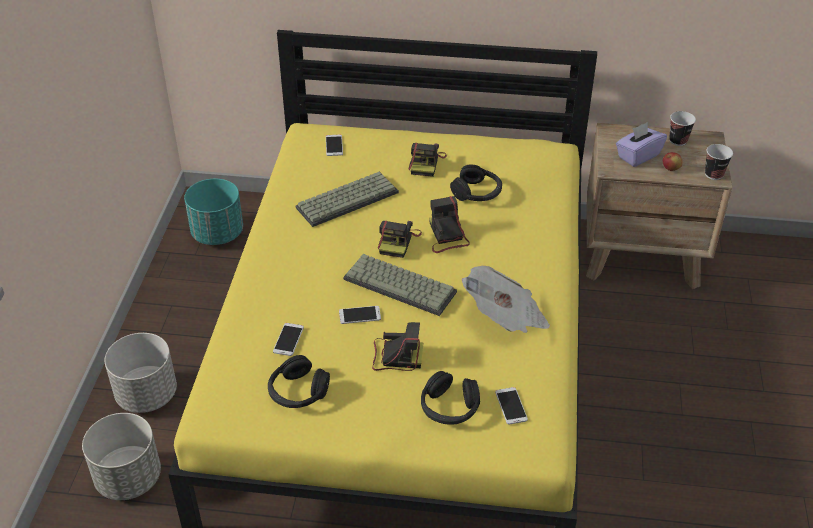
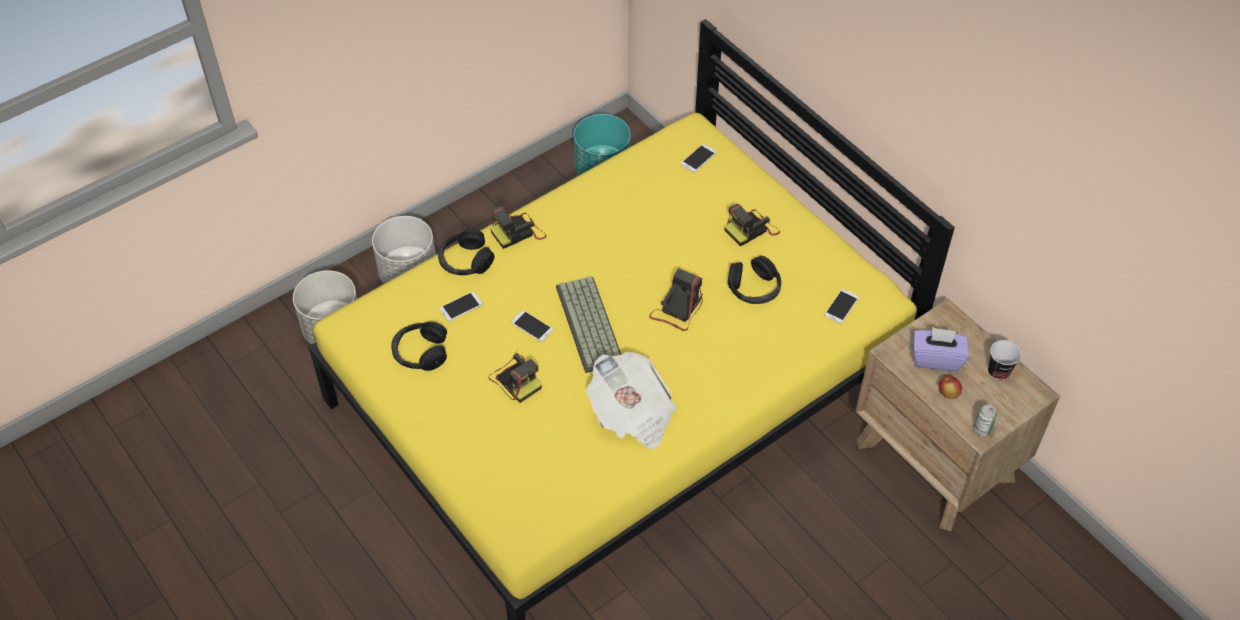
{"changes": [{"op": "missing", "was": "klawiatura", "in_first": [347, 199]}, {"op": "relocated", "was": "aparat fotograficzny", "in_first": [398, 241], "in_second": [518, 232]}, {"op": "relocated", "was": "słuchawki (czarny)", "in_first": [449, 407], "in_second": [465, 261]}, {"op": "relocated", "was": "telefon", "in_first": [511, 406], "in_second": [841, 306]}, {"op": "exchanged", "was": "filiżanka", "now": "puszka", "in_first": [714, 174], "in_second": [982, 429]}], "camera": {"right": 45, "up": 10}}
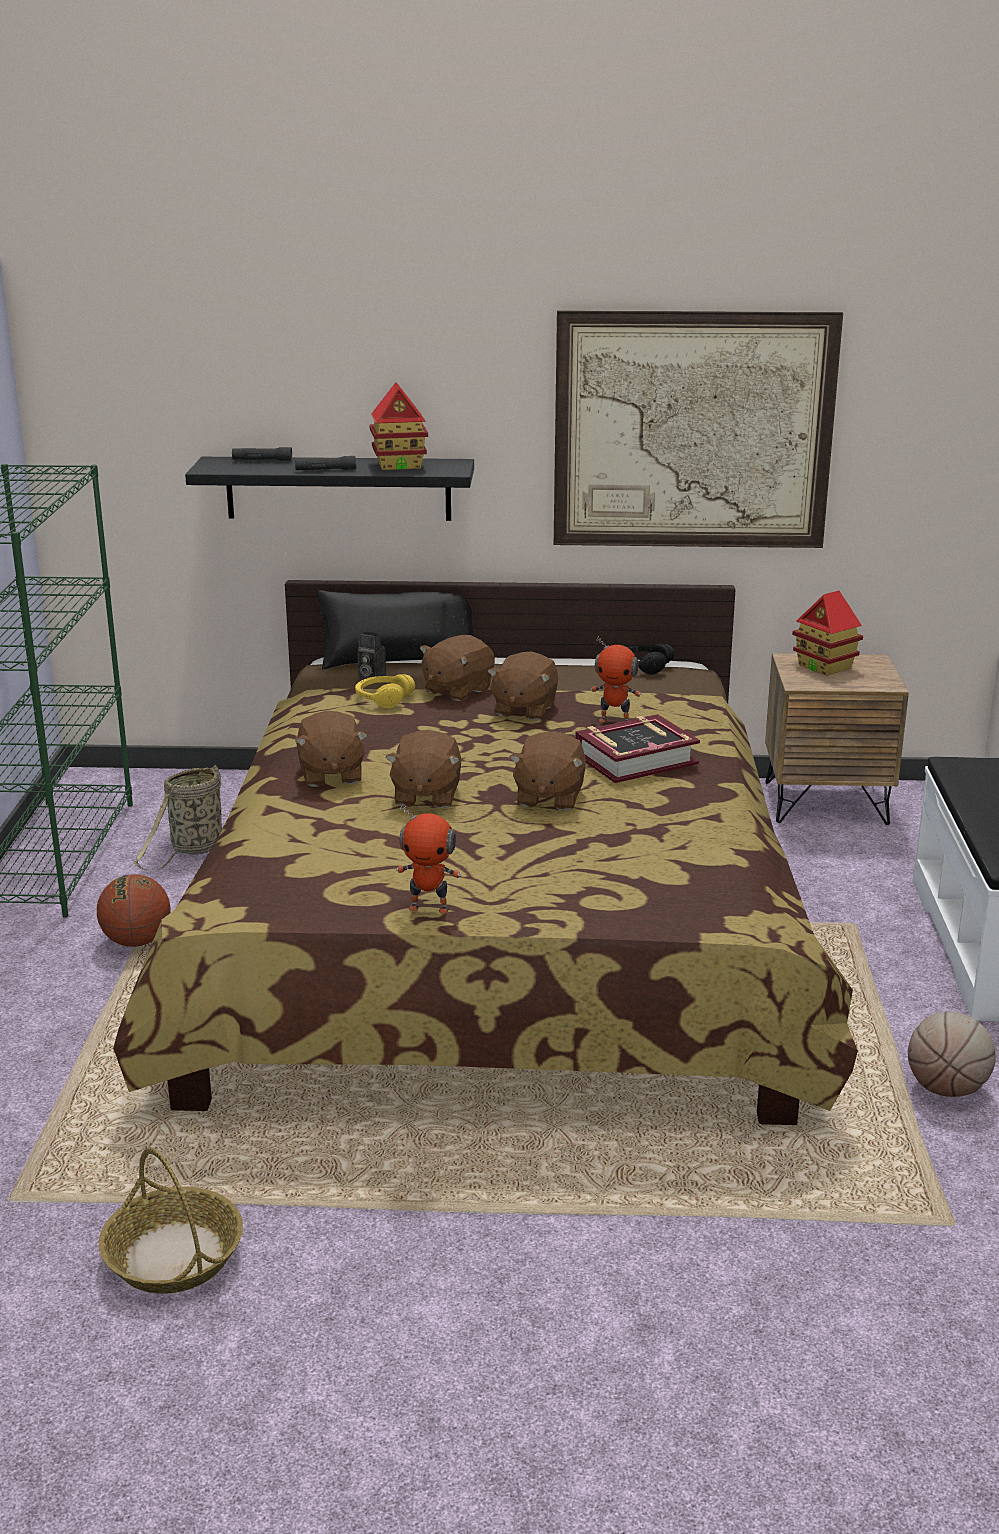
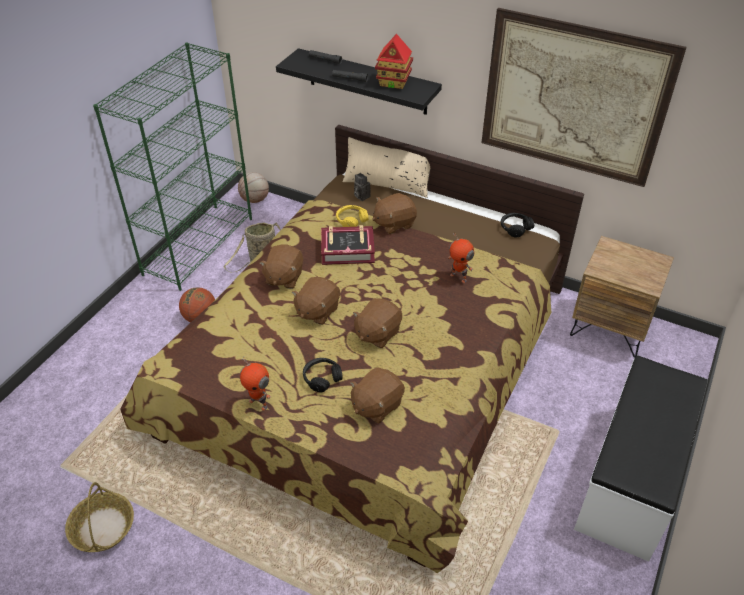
{"changes": [{"op": "missing", "was": "domek", "in_first": [825, 667]}, {"op": "appeared", "now": "słuchawki (czarny)", "in_second": [322, 378]}, {"op": "relocated", "was": "pluszak (brązowy)", "in_first": [524, 710], "in_second": [376, 405]}, {"op": "relocated", "was": "książka", "in_first": [635, 759], "in_second": [347, 250]}, {"op": "relocated", "was": "piłka do koszykówki", "in_first": [946, 1089], "in_second": [255, 200]}, {"op": "colour", "was": "poduszka (czarny)", "now": "poduszka (beżowy)", "in_first": [398, 659], "in_second": [387, 183]}], "camera": {"right": 25, "up": 20}}
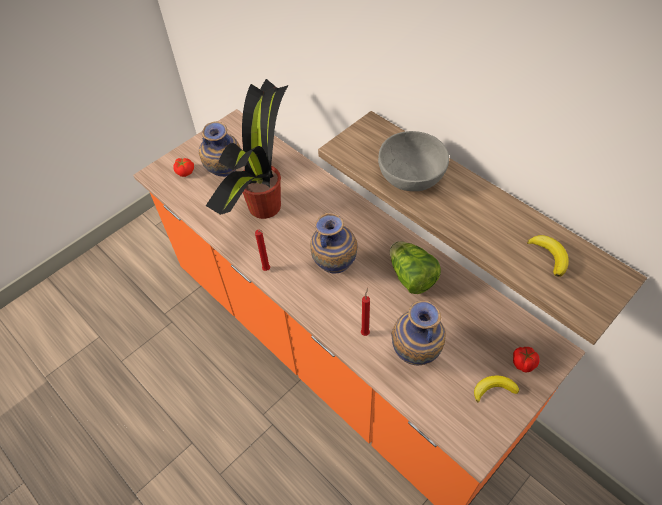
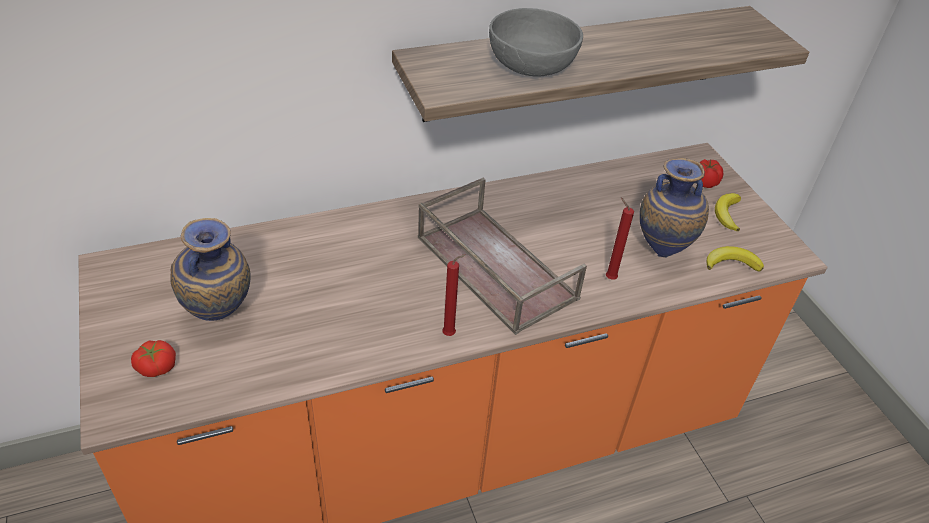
{"changes": [{"op": "missing", "was": "roślina doniczkowa", "in_first": [263, 207]}, {"op": "missing", "was": "sałata", "in_first": [411, 277]}, {"op": "relocated", "was": "banan", "in_first": [549, 256], "in_second": [731, 263]}, {"op": "exchanged", "was": "wazon", "now": "taca (brązowy)", "in_first": [334, 268], "in_second": [493, 267]}], "camera": {"right": -70, "up": -10}}
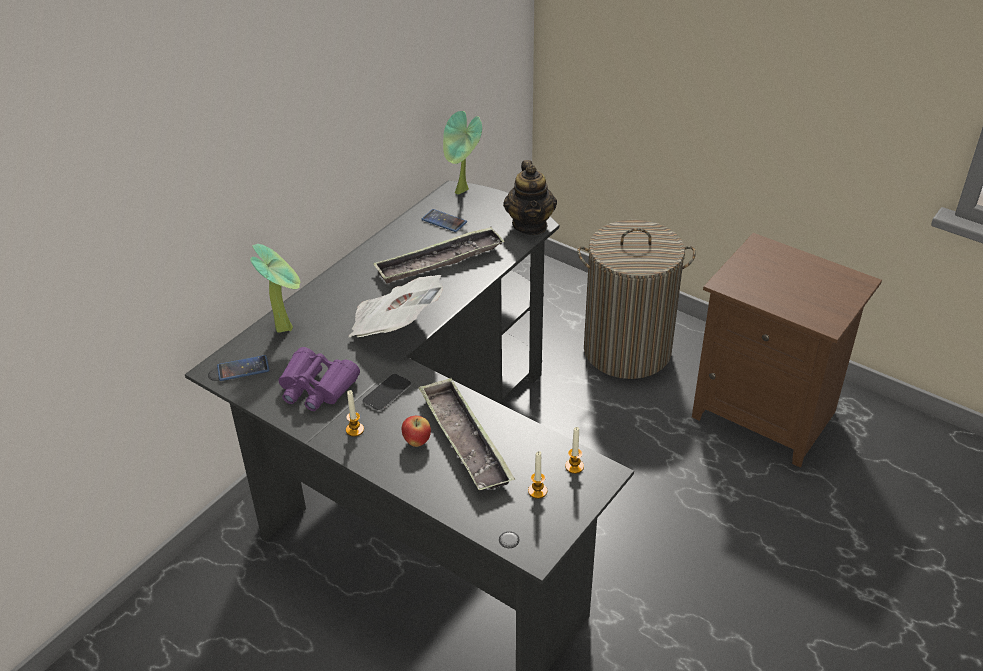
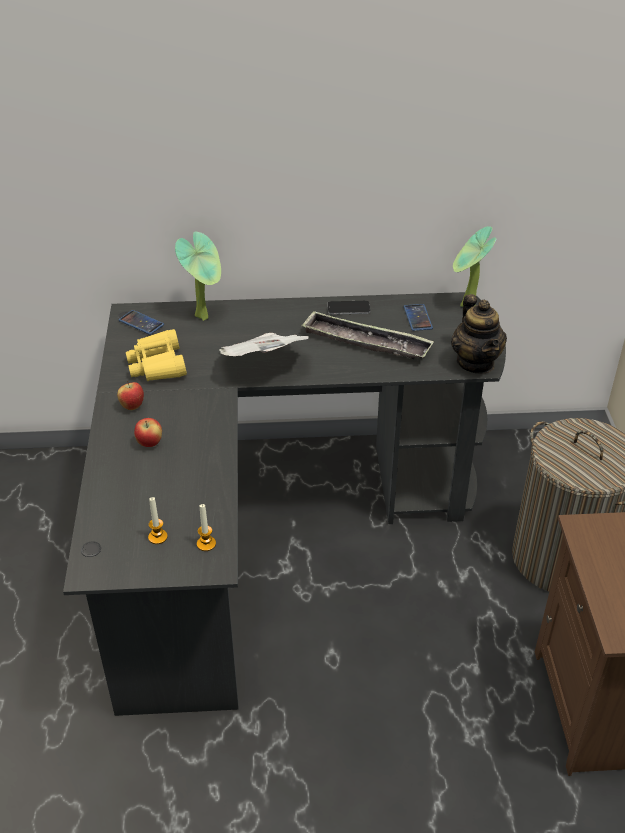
{"changes": [{"op": "missing", "was": "taca", "in_first": [464, 440]}, {"op": "relocated", "was": "telefon", "in_first": [387, 393], "in_second": [348, 308]}, {"op": "exchanged", "was": "świeca", "now": "jabłko", "in_first": [355, 430], "in_second": [132, 406]}, {"op": "colour", "was": "lornetka (fioletowy)", "now": "lornetka (żółty)", "in_first": [316, 387], "in_second": [157, 365]}, {"op": "spun", "was": "imbryk", "in_first": [530, 225], "in_second": [476, 362], "clockwise": -60}], "camera": {"right": 50, "up": 0}}
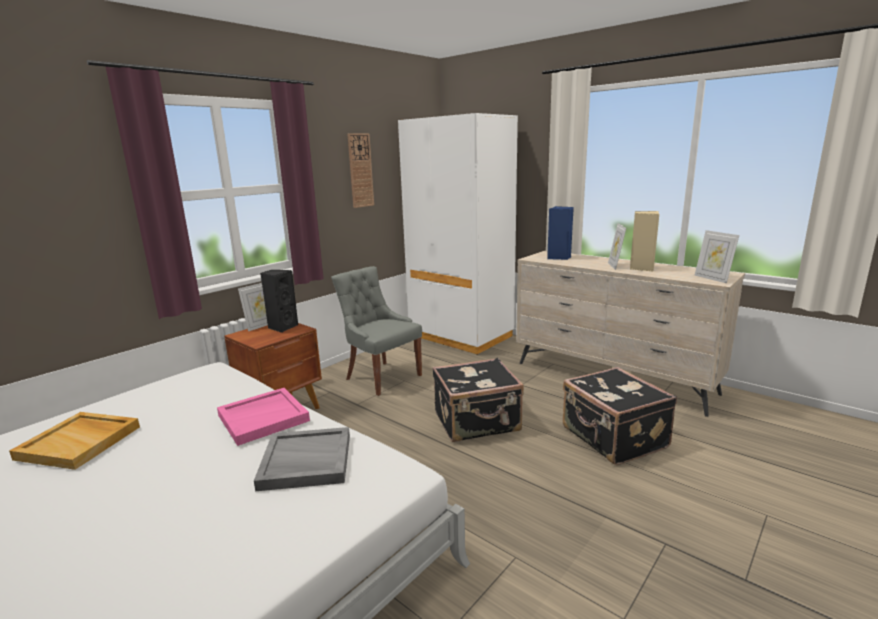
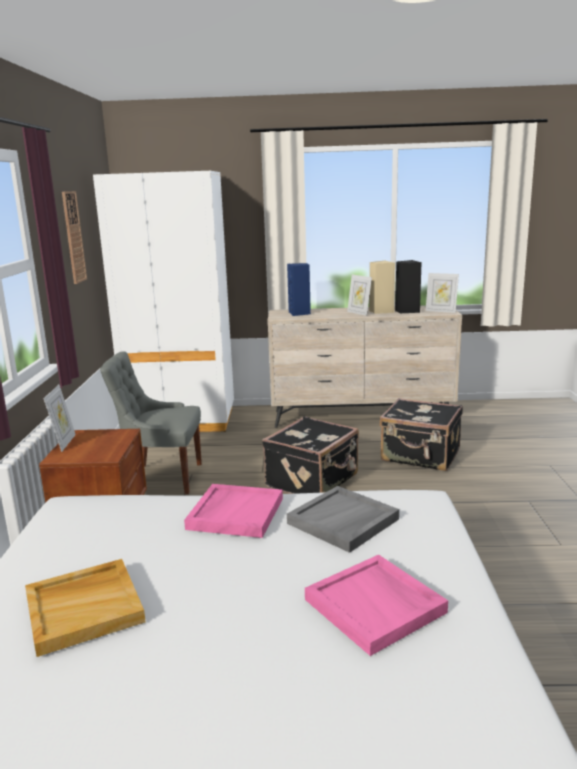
{"changes": [{"op": "appeared", "now": "taca (różowy)", "in_second": [376, 606]}, {"op": "relocated", "was": "głośnik (czarny)", "in_first": [282, 327], "in_second": [406, 311]}], "camera": {"right": -40, "up": 0}}
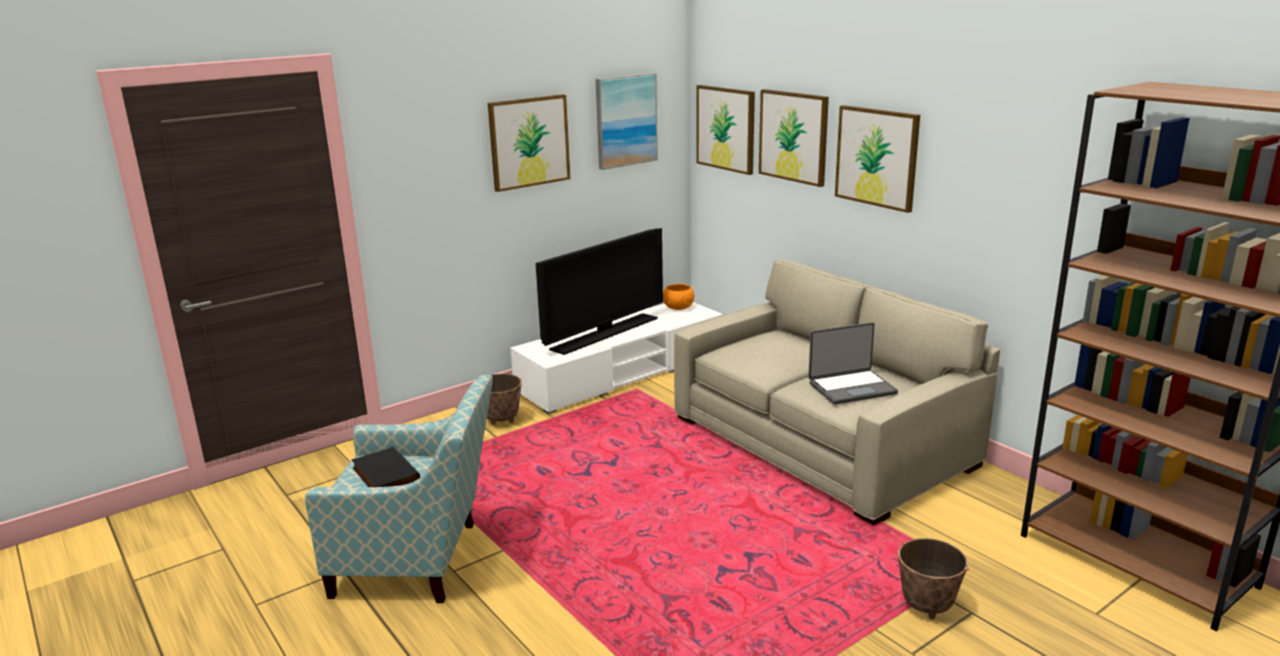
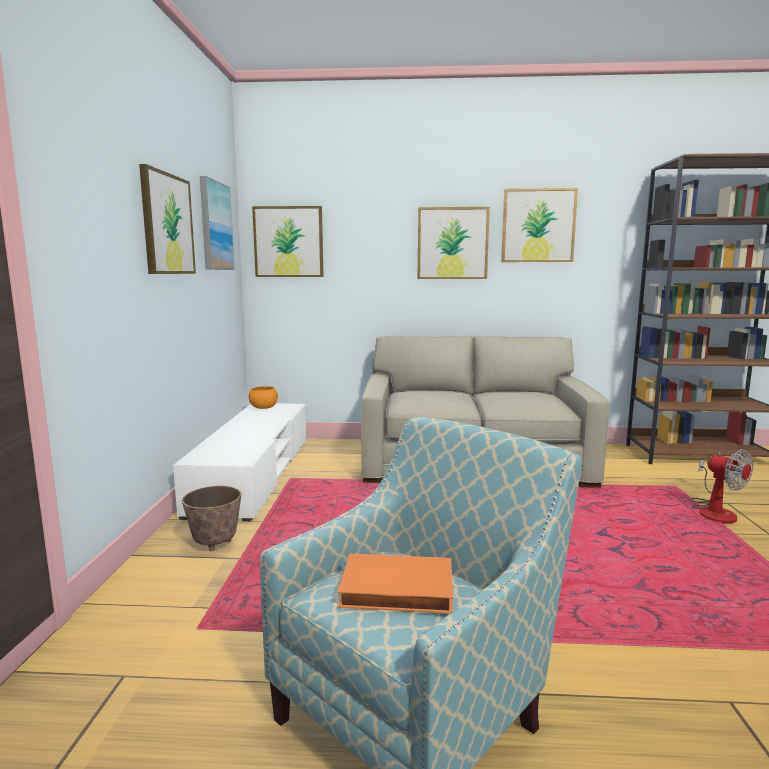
{"changes": [{"op": "missing", "was": "telewizor", "in_first": [605, 333]}, {"op": "missing", "was": "laptop", "in_first": [851, 388]}, {"op": "relocated", "was": "obraz", "in_first": [793, 136], "in_second": [538, 226]}, {"op": "exchanged", "was": "donica", "now": "wentylator", "in_first": [927, 607], "in_second": [714, 511]}, {"op": "colour", "was": "książka (czarny)", "now": "książka (pomarańczowy)", "in_first": [384, 475], "in_second": [396, 591]}], "camera": {"right": -50, "up": -10}}
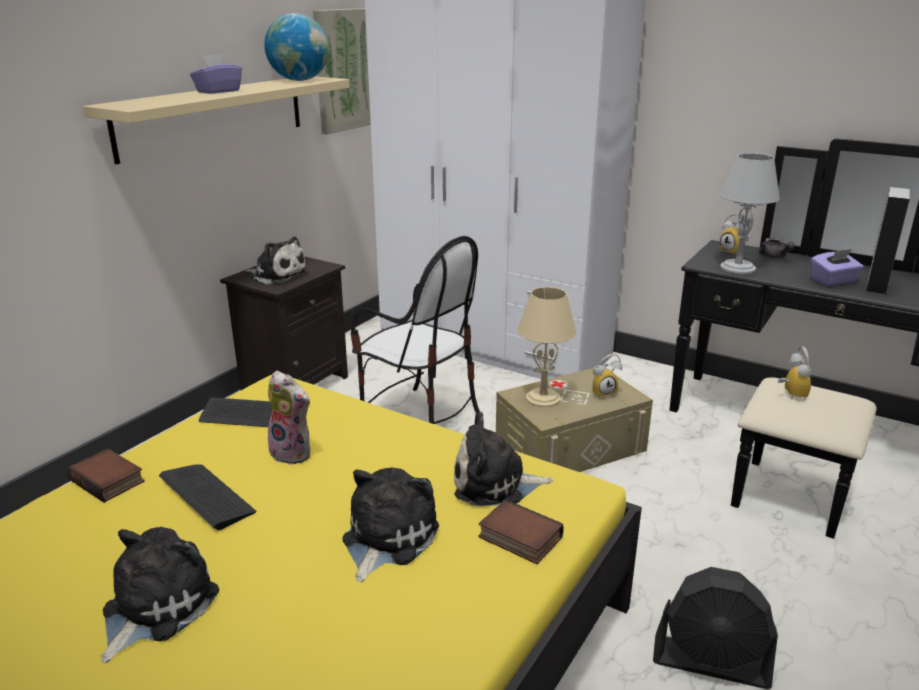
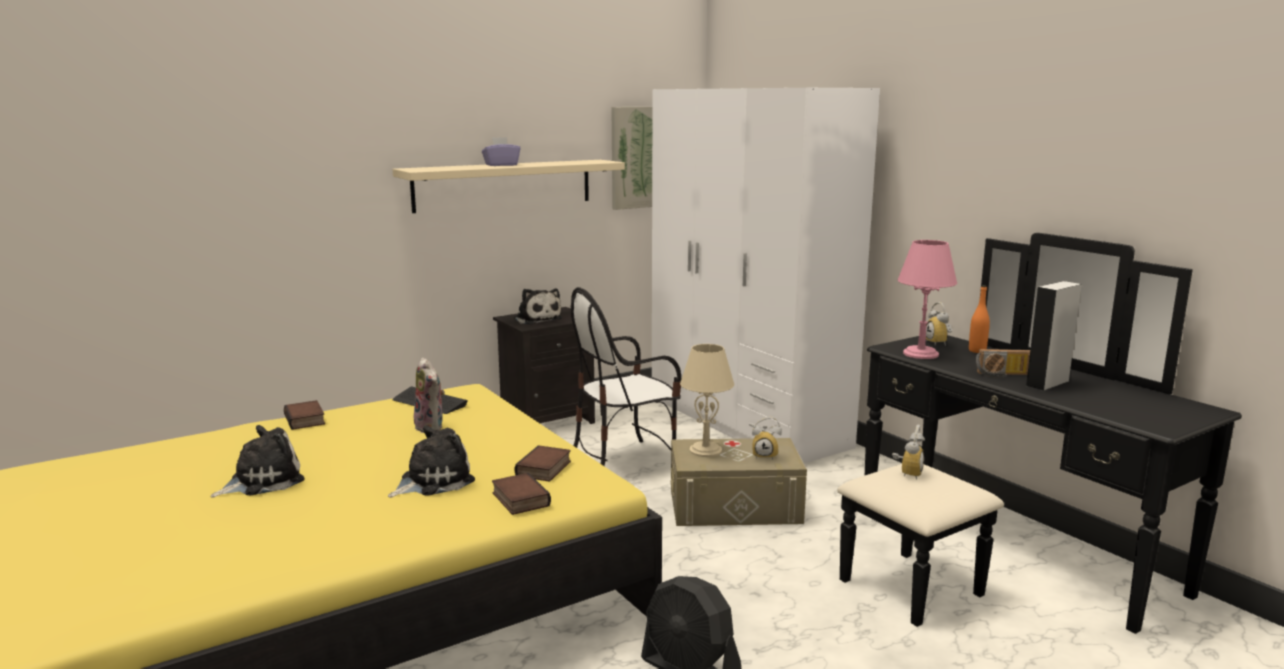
{"changes": [{"op": "missing", "was": "klawiatura", "in_first": [207, 496]}, {"op": "missing", "was": "globus", "in_first": [300, 80]}, {"op": "exchanged", "was": "pluszak", "now": "książka", "in_first": [495, 484], "in_second": [544, 469]}, {"op": "exchanged", "was": "imbryk (szary)", "now": "butelka (pomarańczowy)", "in_first": [774, 257], "in_second": [977, 351]}, {"op": "exchanged", "was": "pudełko chusteczek (fioletowy)", "now": "radio", "in_first": [833, 281], "in_second": [1004, 375]}, {"op": "colour", "was": "lampa stołowa (szary)", "now": "lampa stołowa (różowy)", "in_first": [738, 268], "in_second": [921, 354]}, {"op": "spun", "was": "krzesło", "in_first": [420, 419], "in_second": [624, 462], "clockwise": 90}], "camera": {"right": 25, "up": -10}}
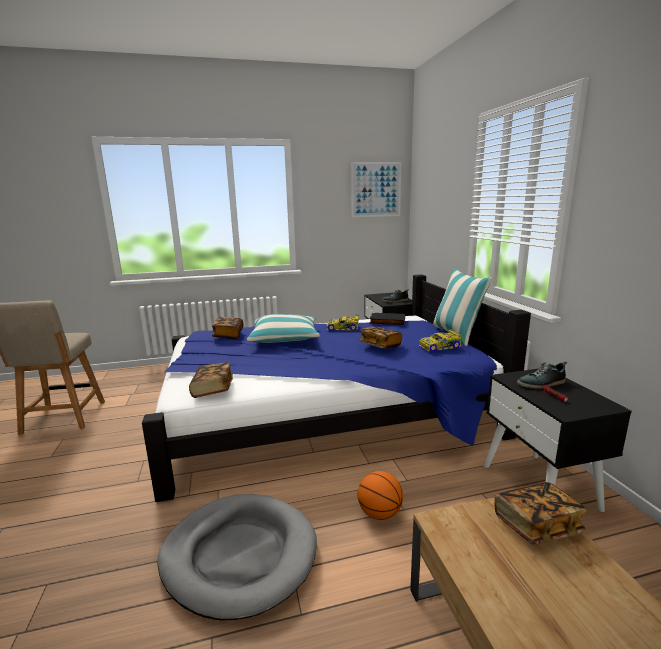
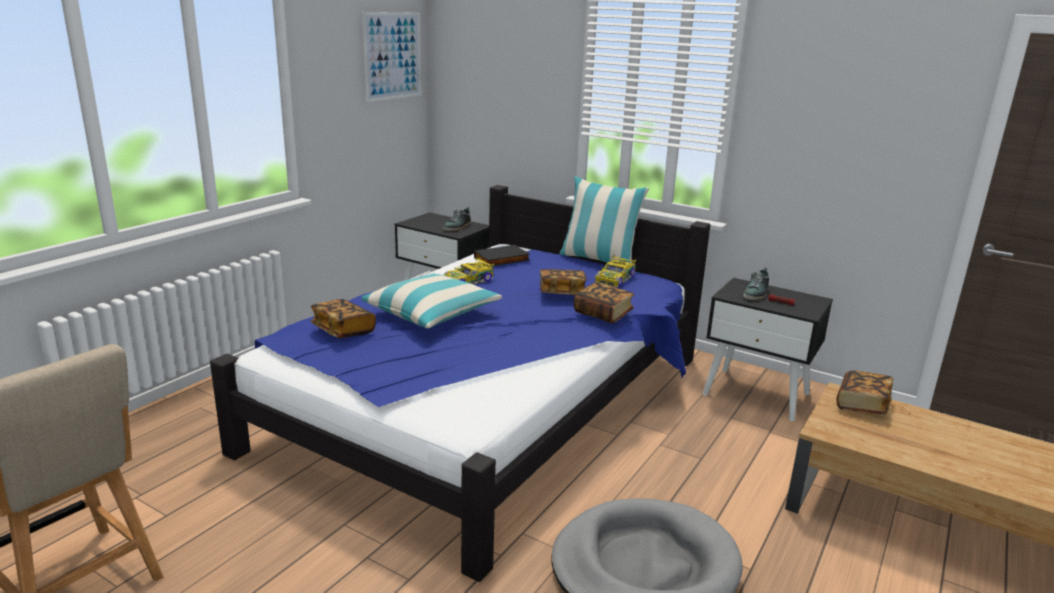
{"changes": [{"op": "missing", "was": "piłka do koszykówki", "in_first": [379, 513]}, {"op": "relocated", "was": "książka", "in_first": [212, 389], "in_second": [603, 314]}], "camera": {"right": -45, "up": 5}}
